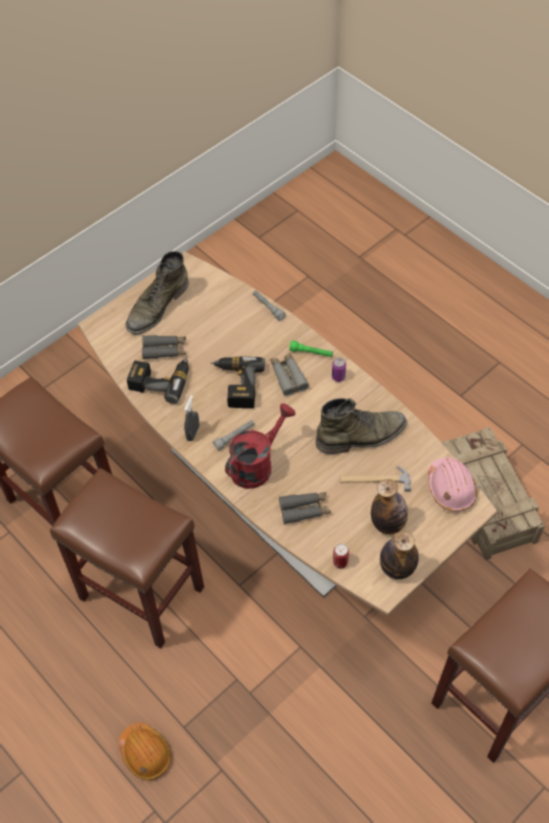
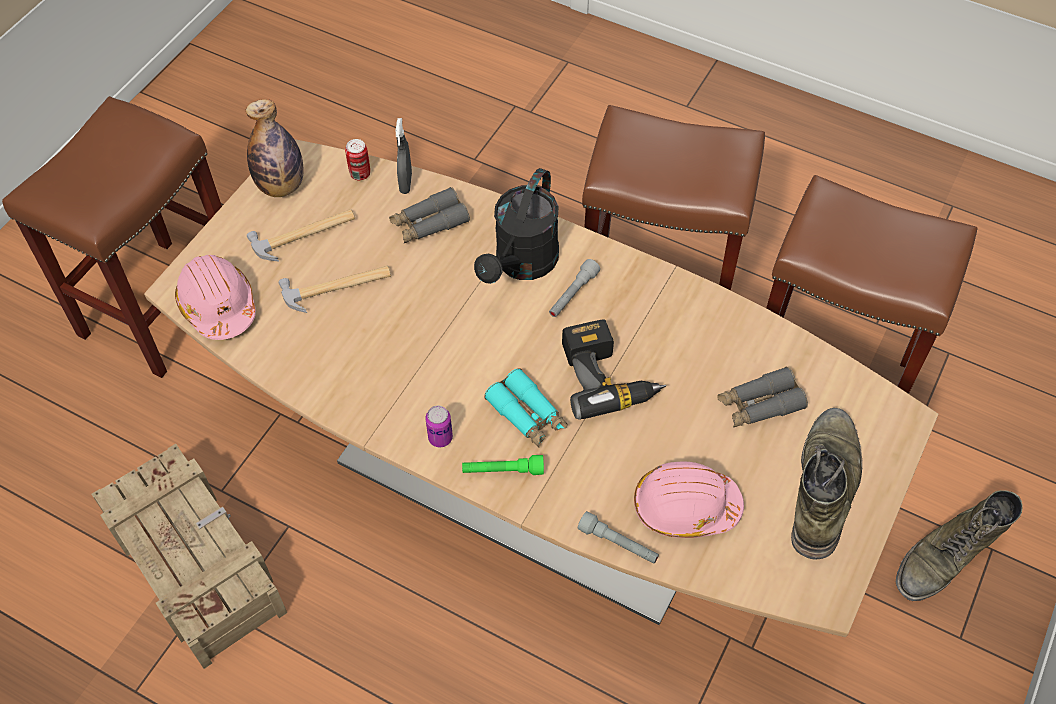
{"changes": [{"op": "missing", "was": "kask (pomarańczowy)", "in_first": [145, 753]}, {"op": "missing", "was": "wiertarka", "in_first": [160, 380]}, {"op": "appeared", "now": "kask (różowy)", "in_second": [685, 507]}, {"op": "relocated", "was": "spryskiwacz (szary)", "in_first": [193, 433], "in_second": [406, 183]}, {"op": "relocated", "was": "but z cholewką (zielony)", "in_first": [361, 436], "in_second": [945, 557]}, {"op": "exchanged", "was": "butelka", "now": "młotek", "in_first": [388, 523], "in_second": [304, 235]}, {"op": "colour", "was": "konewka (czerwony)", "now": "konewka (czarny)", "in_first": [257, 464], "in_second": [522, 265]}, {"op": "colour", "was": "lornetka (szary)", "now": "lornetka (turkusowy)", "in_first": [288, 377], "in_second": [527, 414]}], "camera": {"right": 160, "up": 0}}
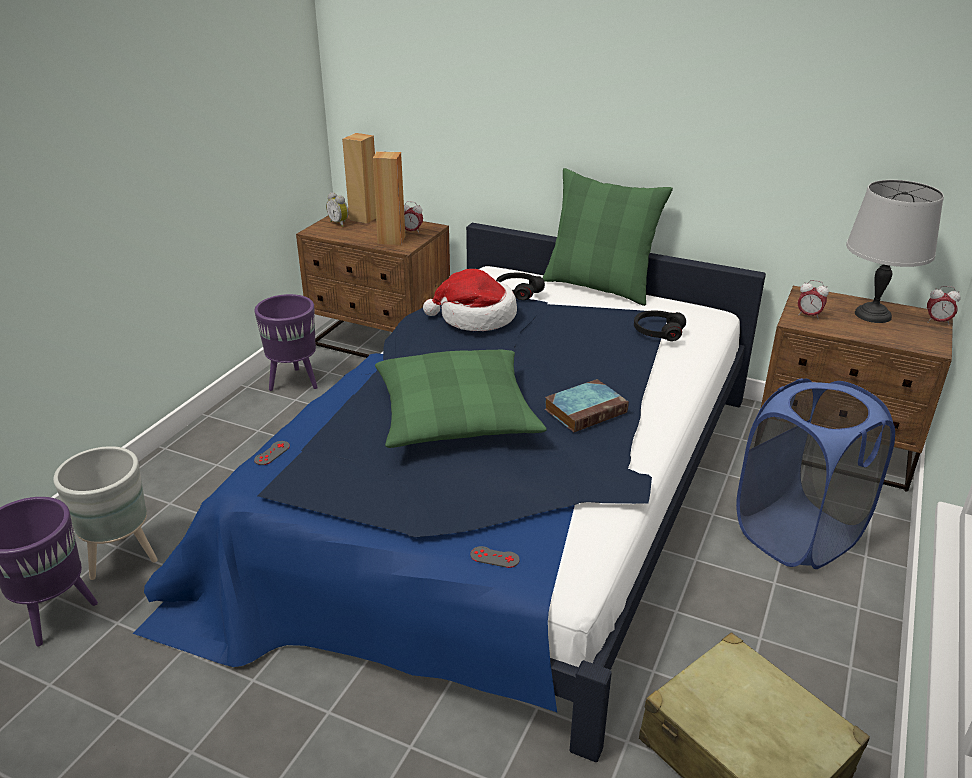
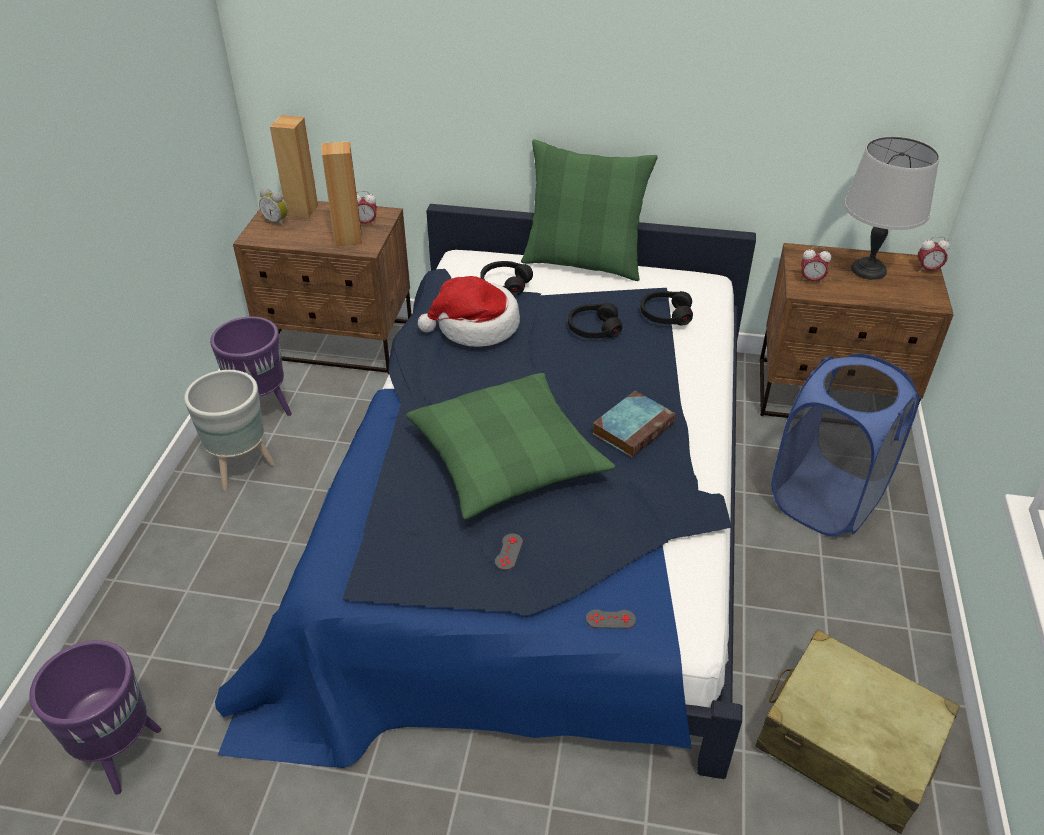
{"changes": [{"op": "appeared", "now": "słuchawki (czarny)", "in_second": [593, 328]}, {"op": "relocated", "was": "donica (szary)", "in_first": [123, 558], "in_second": [242, 468]}, {"op": "relocated", "was": "pad do gier (szary)", "in_first": [272, 453], "in_second": [508, 552]}], "camera": {"right": -15, "up": 10}}
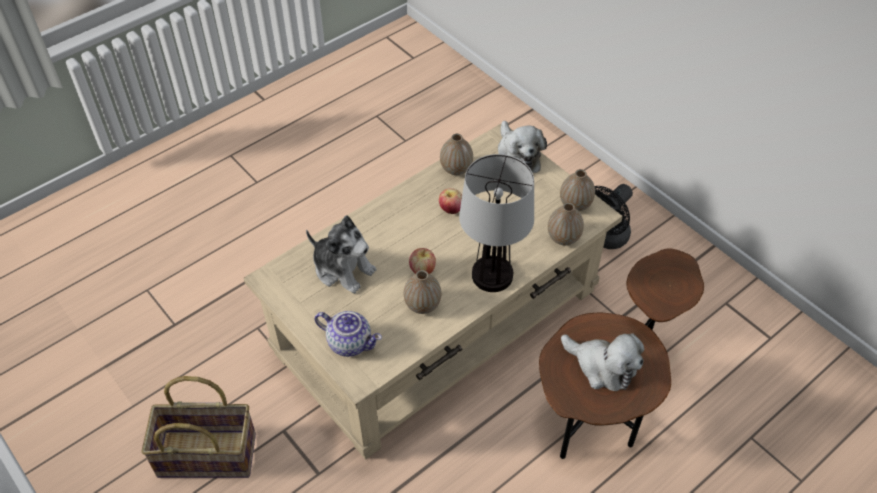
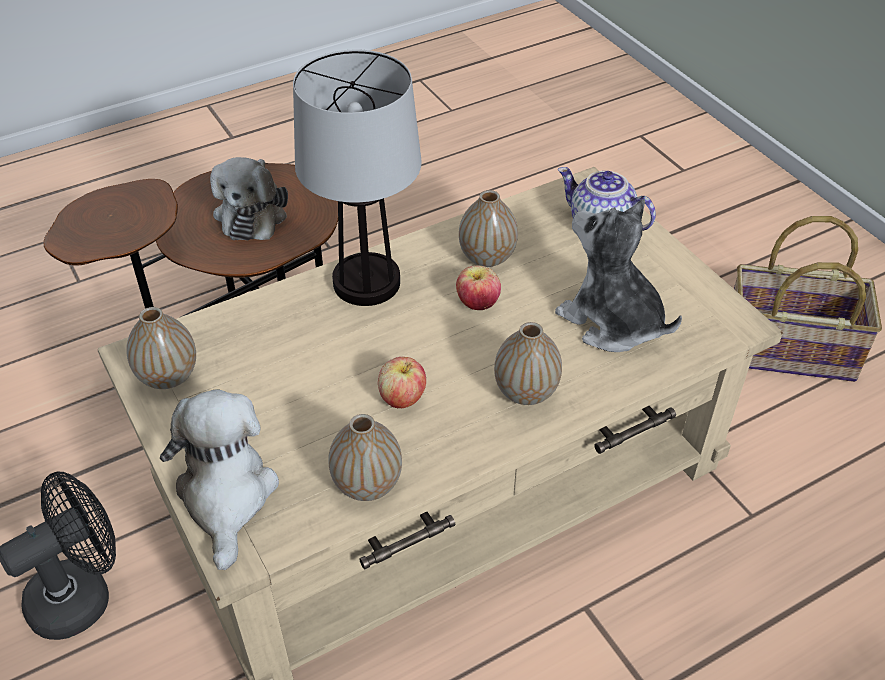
{"changes": [{"op": "relocated", "was": "wazon", "in_first": [563, 238], "in_second": [526, 392]}, {"op": "spun", "was": "pluszak", "in_first": [602, 367], "in_second": [252, 213], "clockwise": -135}], "camera": {"right": -170, "up": -5}}
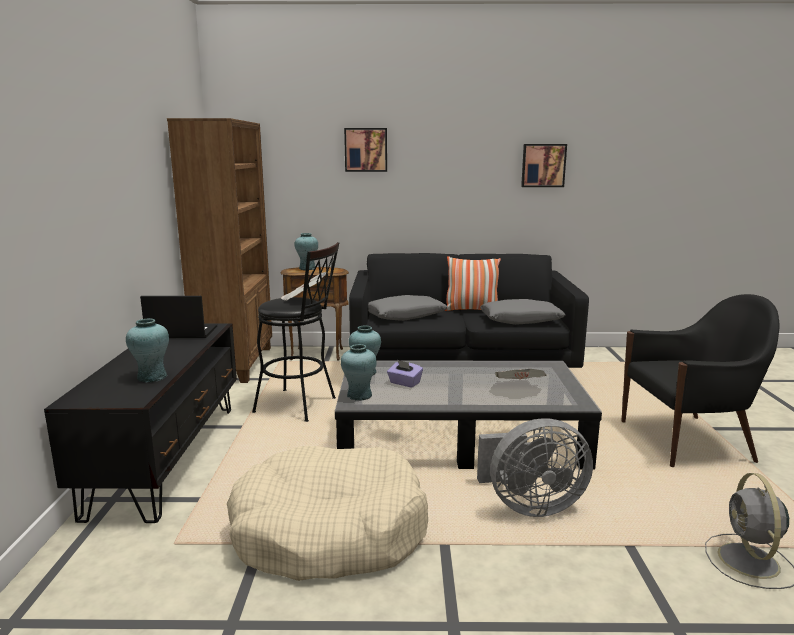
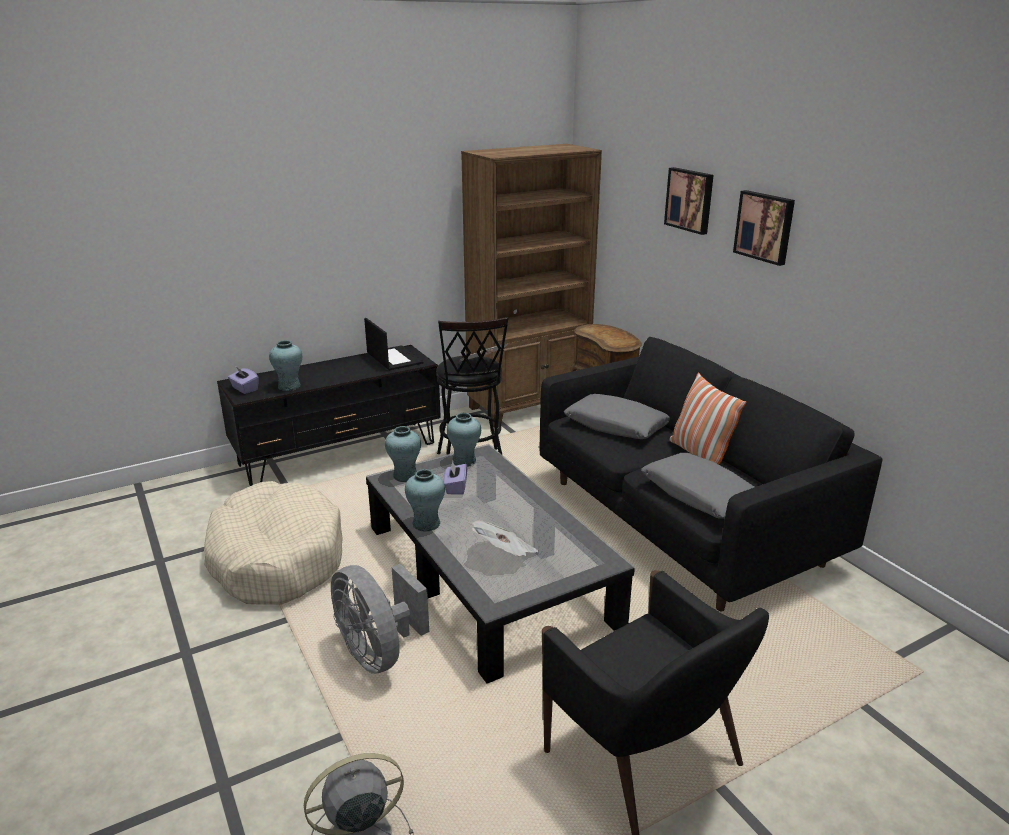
{"changes": [{"op": "appeared", "now": "pudełko chusteczek (fioletowy)", "in_second": [244, 389]}, {"op": "relocated", "was": "wazon (turkusowy)", "in_first": [307, 268], "in_second": [426, 523]}, {"op": "relocated", "was": "obraz", "in_first": [543, 165], "in_second": [765, 226]}], "camera": {"right": 60, "up": 10}}
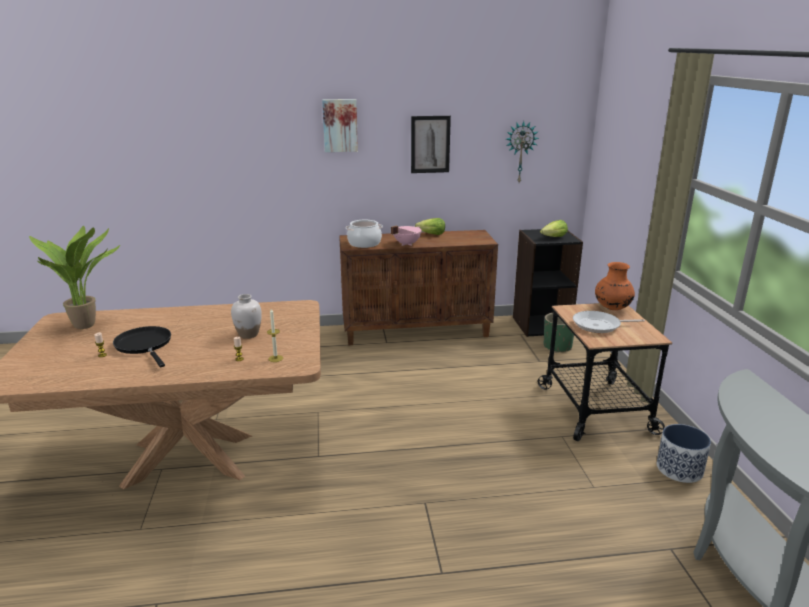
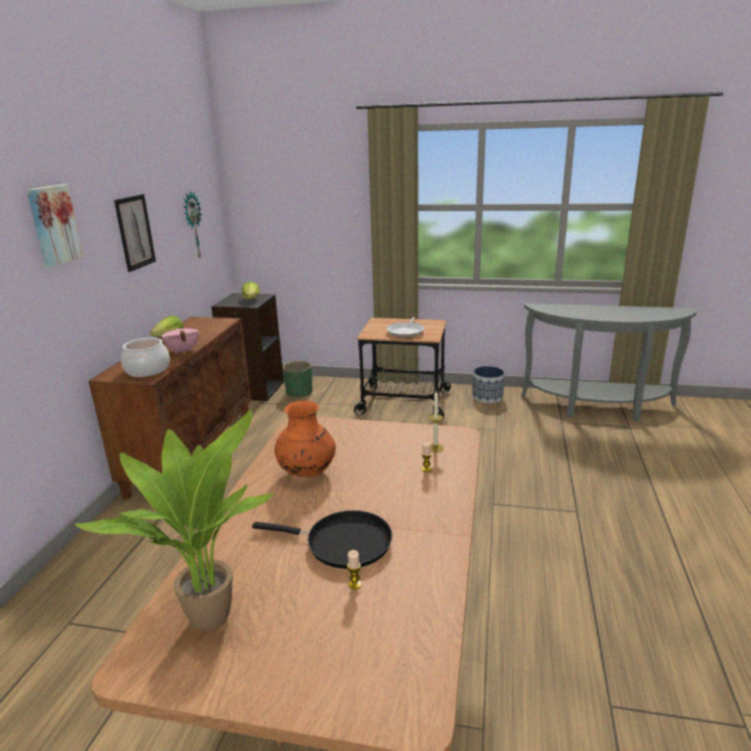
{"changes": [{"op": "missing", "was": "wazon (biały)", "in_first": [249, 334]}, {"op": "relocated", "was": "wazon (pomarańczowy)", "in_first": [612, 308], "in_second": [307, 473]}, {"op": "spun", "was": "patelnia (czarny)", "in_first": [145, 345], "in_second": [343, 543], "clockwise": -150}], "camera": {"right": -70, "up": 0}}
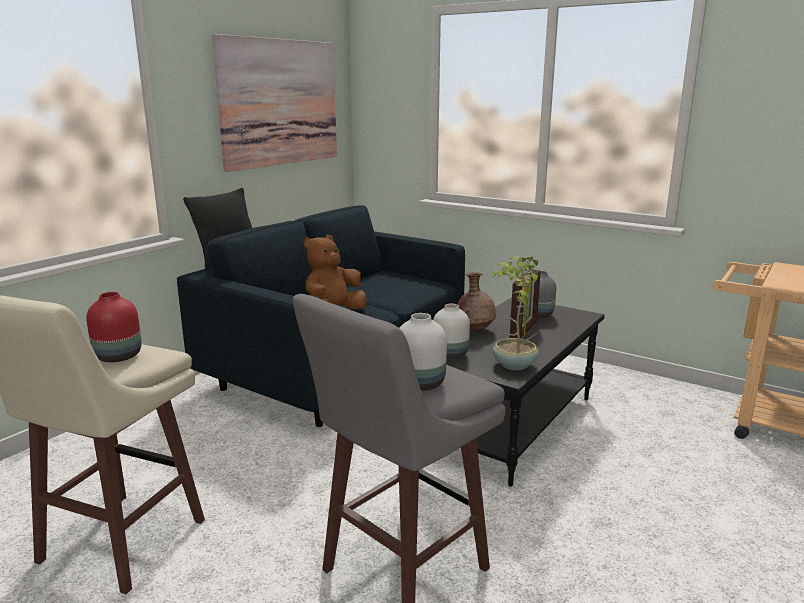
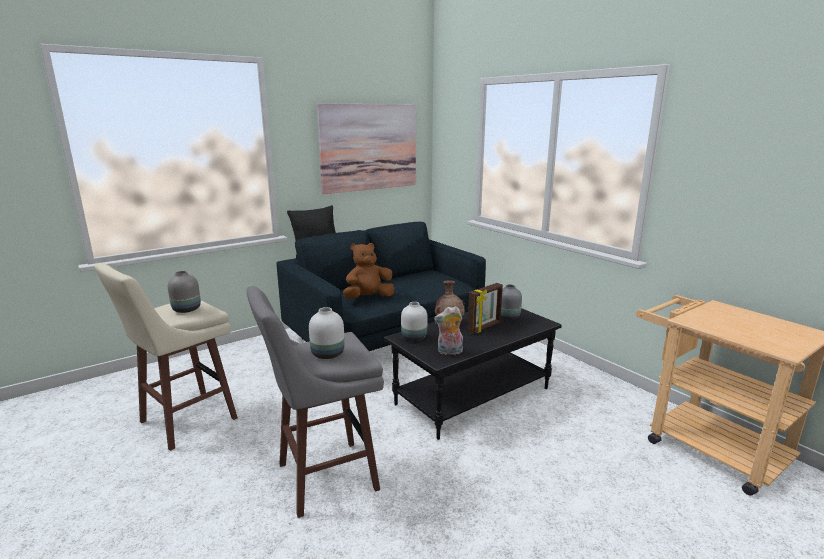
{"changes": [{"op": "exchanged", "was": "roślina doniczkowa", "now": "pluszak", "in_first": [513, 365], "in_second": [449, 352]}, {"op": "colour", "was": "wazon (czerwony)", "now": "wazon (szary)", "in_first": [117, 356], "in_second": [186, 309]}], "camera": {"right": 20, "up": 0}}
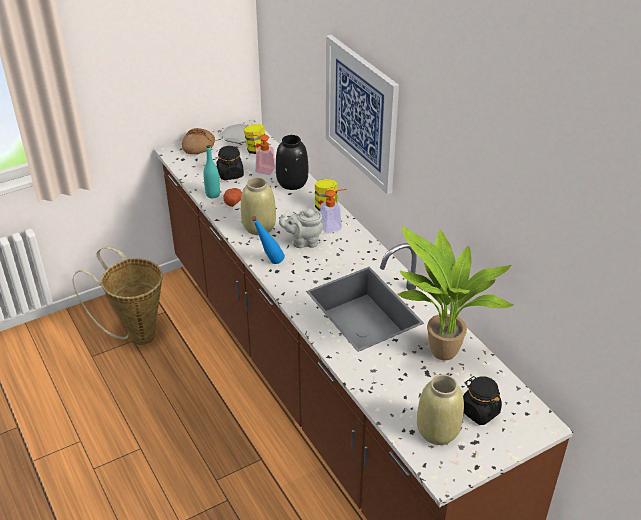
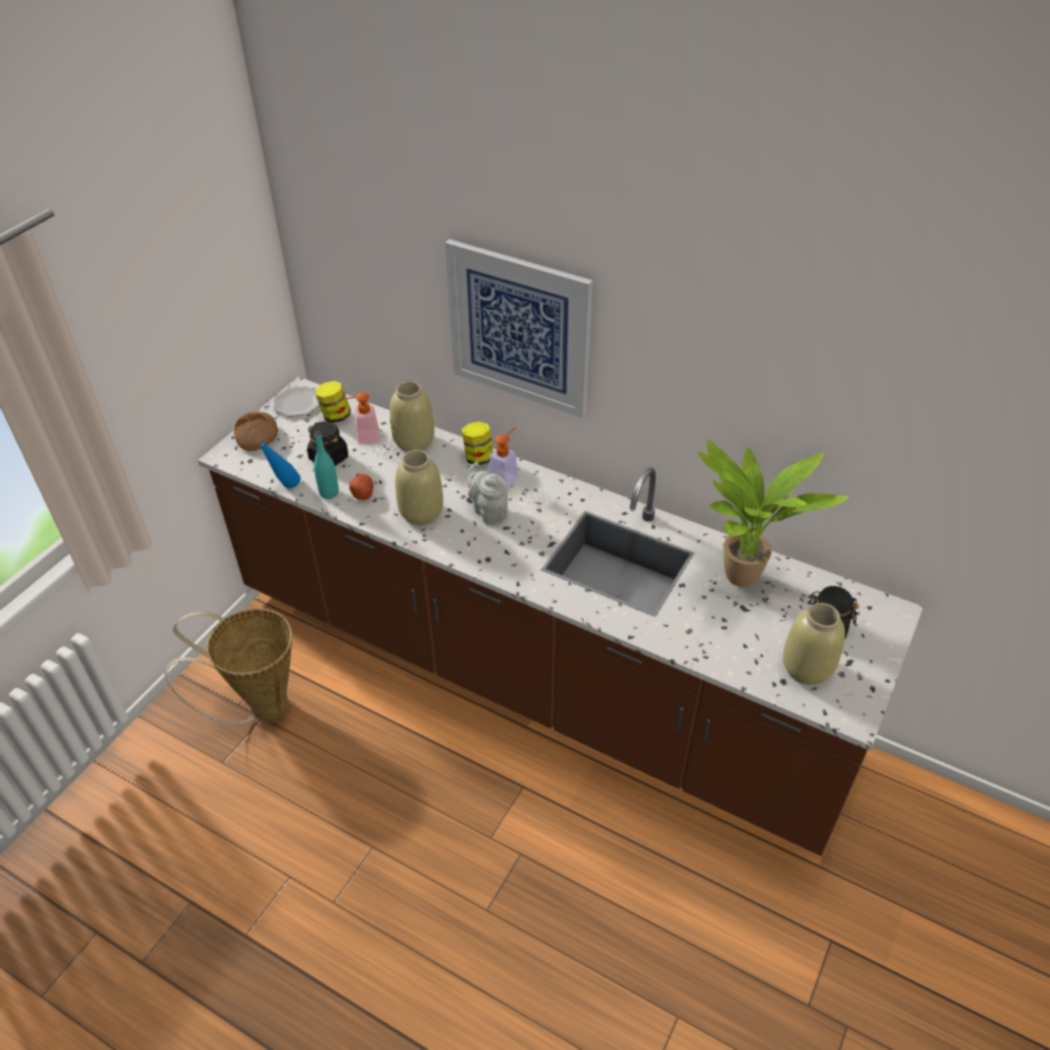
{"changes": [{"op": "relocated", "was": "butelka (niebieski)", "in_first": [269, 263], "in_second": [285, 489]}, {"op": "colour", "was": "wazon (czarny)", "now": "wazon (beżowy)", "in_first": [292, 183], "in_second": [413, 442]}, {"op": "spun", "was": "imbryk (szary)", "in_first": [303, 242], "in_second": [488, 510], "clockwise": 90}], "camera": {"right": -30, "up": 5}}
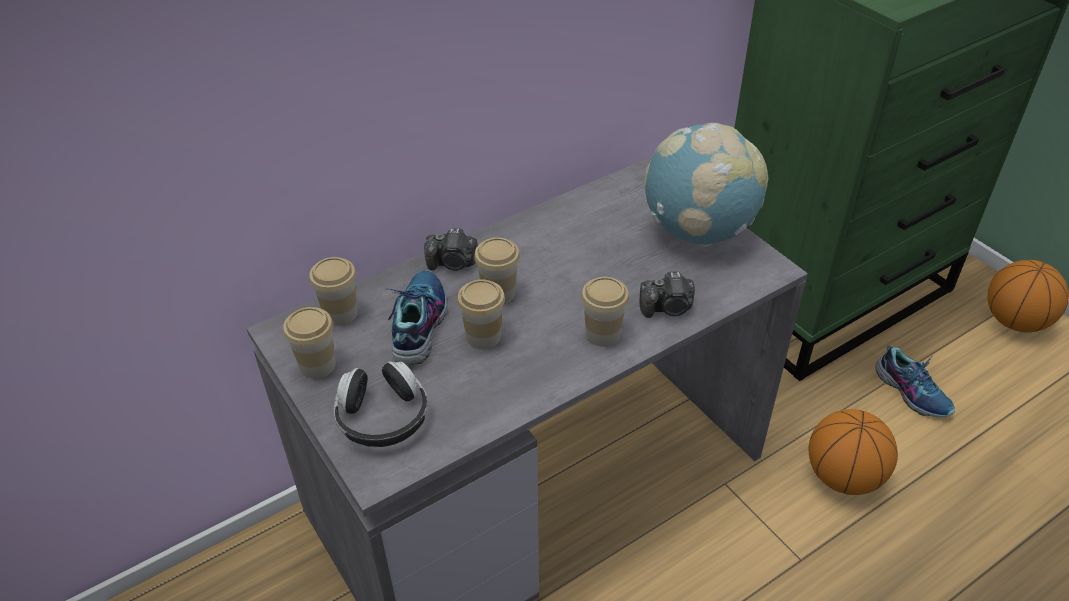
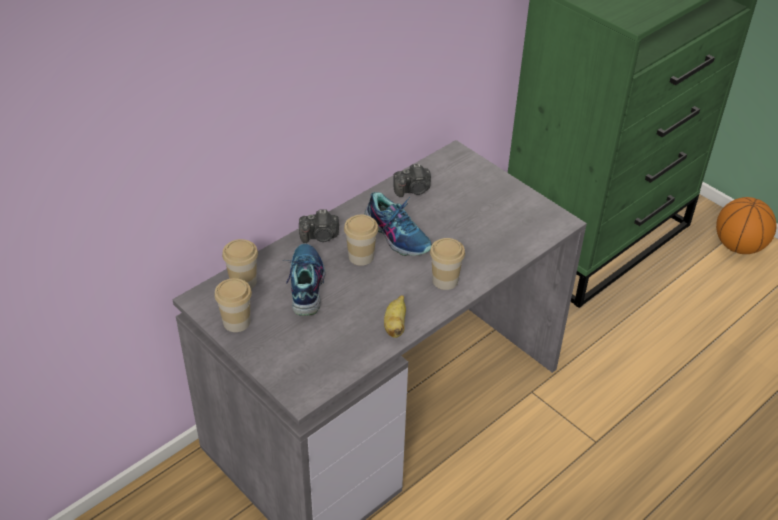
{"changes": [{"op": "missing", "was": "słuchawki", "in_first": [383, 418]}, {"op": "missing", "was": "filiżanka", "in_first": [483, 337]}, {"op": "missing", "was": "globus", "in_first": [698, 231]}, {"op": "missing", "was": "piłka do koszykówki", "in_first": [843, 477]}, {"op": "appeared", "now": "banan", "in_second": [395, 325]}, {"op": "relocated", "was": "aparat fotograficzny", "in_first": [667, 308], "in_second": [413, 190]}, {"op": "relocated", "was": "but", "in_first": [912, 392], "in_second": [398, 235]}], "camera": {"right": -10, "up": 0}}
